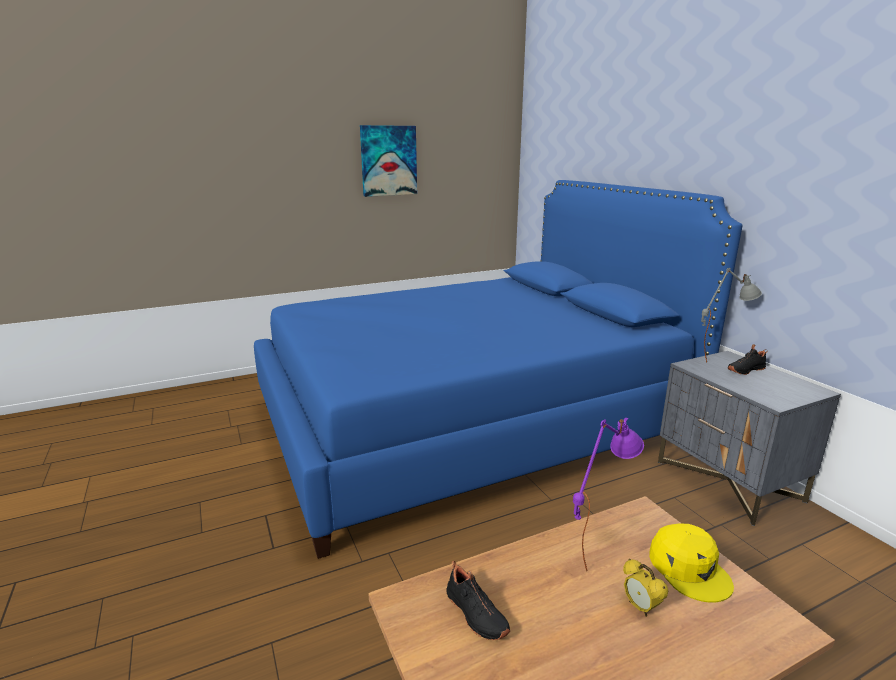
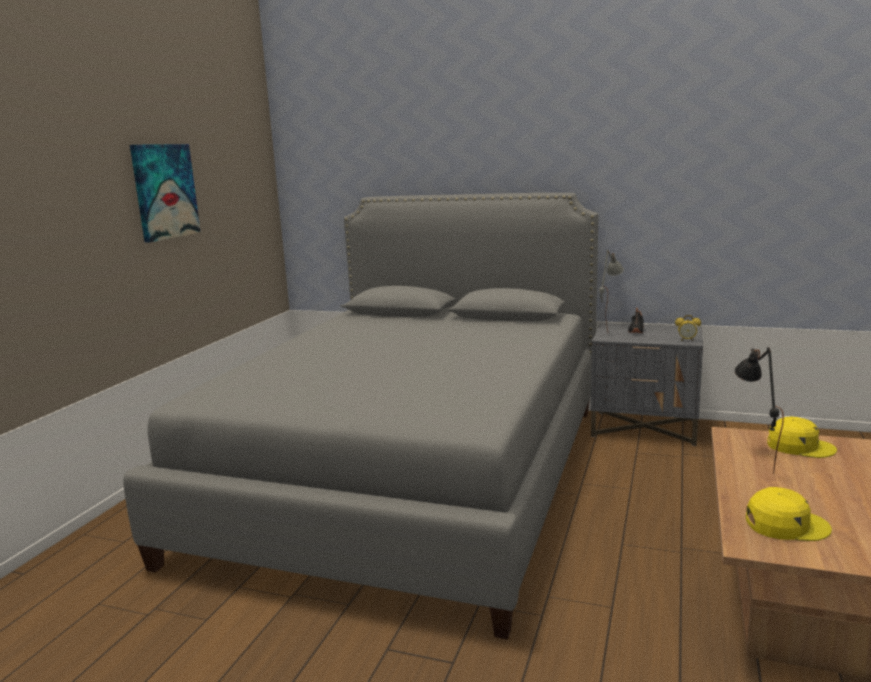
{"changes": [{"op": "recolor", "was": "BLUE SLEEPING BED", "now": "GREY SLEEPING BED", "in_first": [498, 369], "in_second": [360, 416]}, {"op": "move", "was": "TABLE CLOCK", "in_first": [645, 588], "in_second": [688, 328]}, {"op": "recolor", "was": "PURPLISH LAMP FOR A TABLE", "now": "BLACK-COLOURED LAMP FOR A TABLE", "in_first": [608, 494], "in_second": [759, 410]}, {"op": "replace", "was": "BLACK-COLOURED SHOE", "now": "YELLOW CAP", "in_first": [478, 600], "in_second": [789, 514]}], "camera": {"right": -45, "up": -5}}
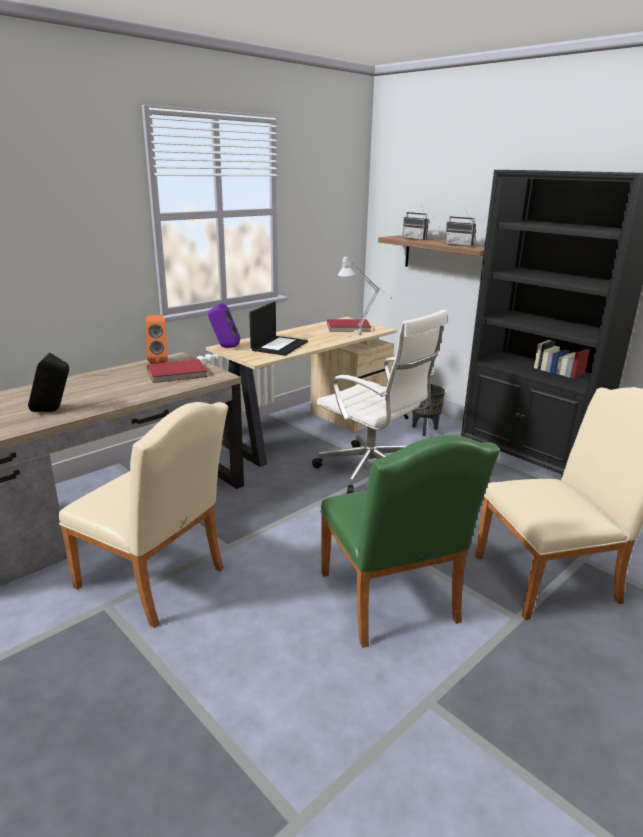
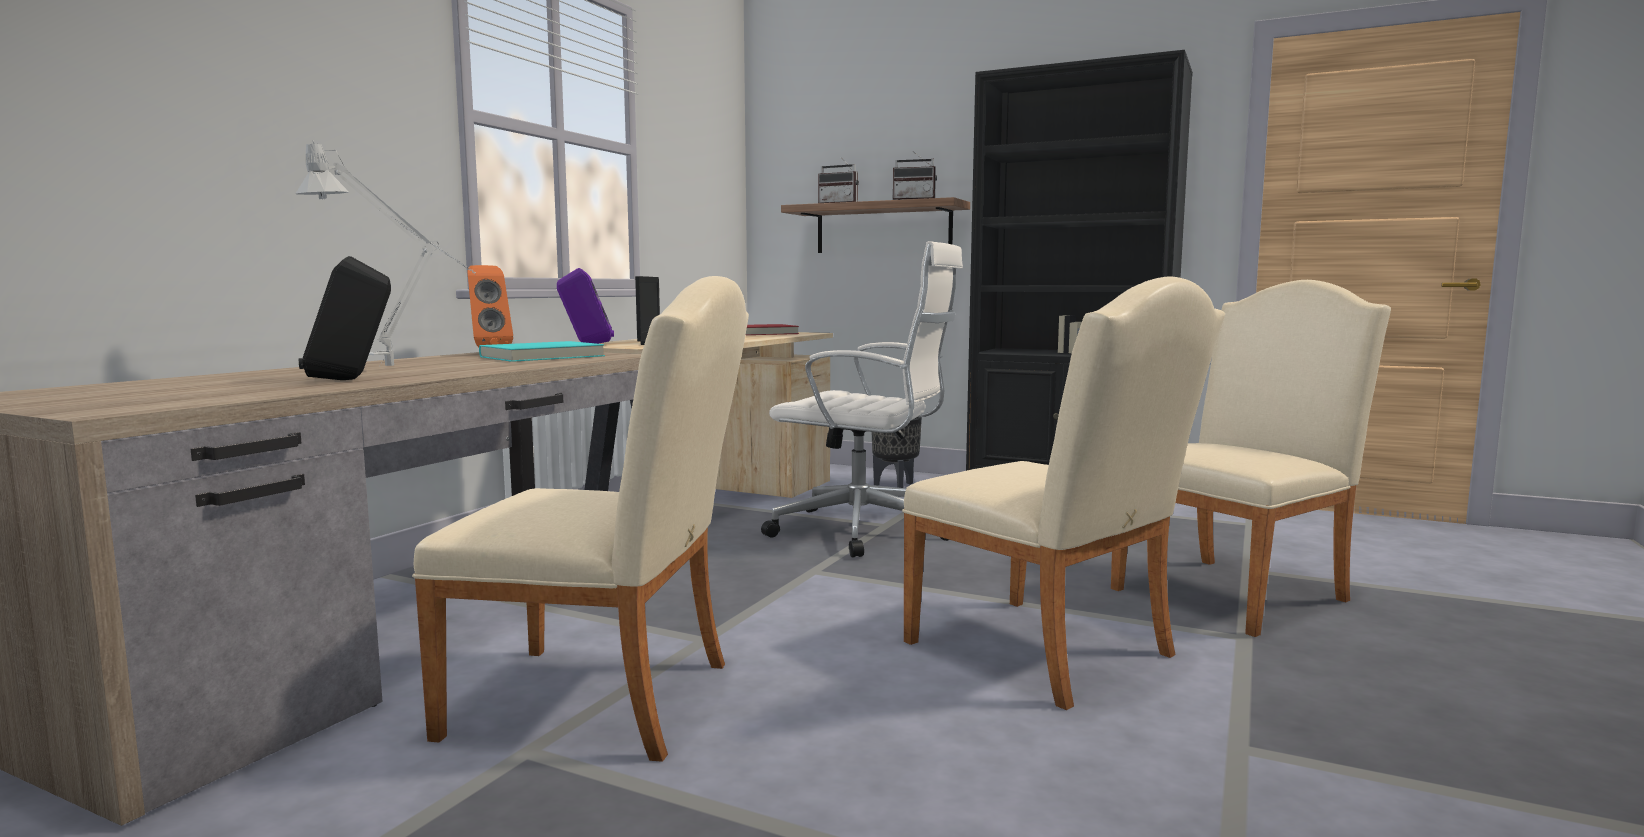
{"changes": [{"op": "move", "was": "GREY LAMP FOR A TABLE", "in_first": [365, 295], "in_second": [386, 253]}, {"op": "recolor", "was": "RED-COLOURED VOLUME", "now": "BLUE-GREEN VOLUME", "in_first": [177, 371], "in_second": [542, 351]}, {"op": "recolor", "was": "GREEN-COLOURED PLAIN CHAIR", "now": "BEIGE-COLOURED PLAIN CHAIR", "in_first": [410, 541], "in_second": [1063, 493]}], "camera": {"right": -20, "up": -15}}
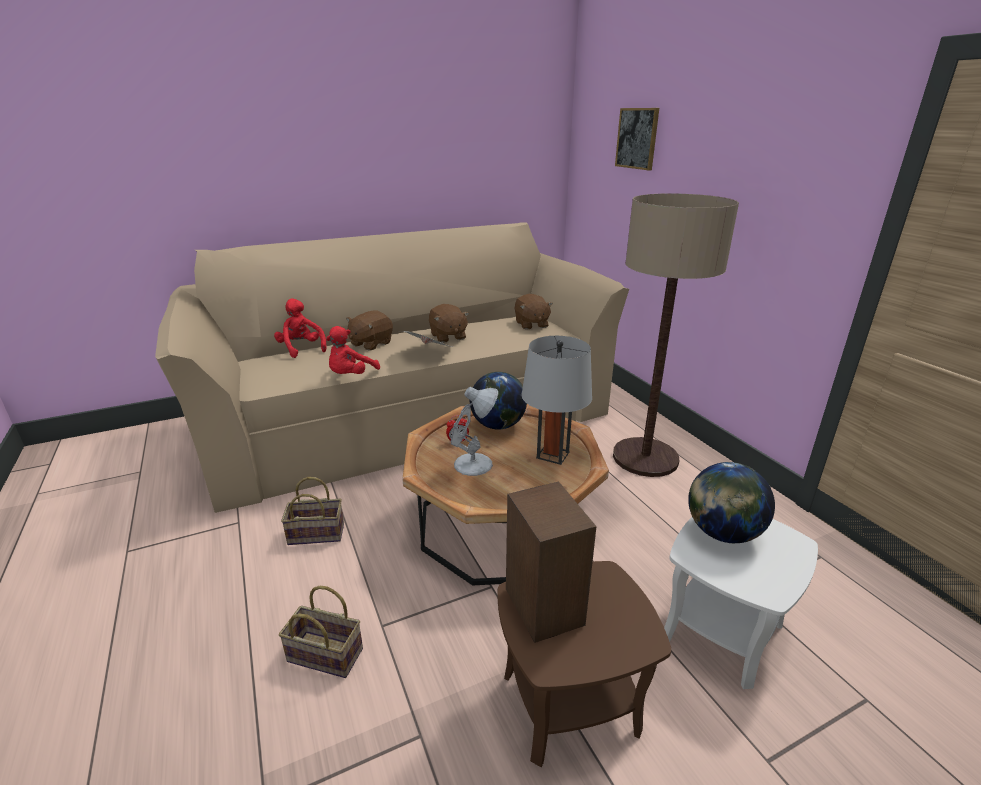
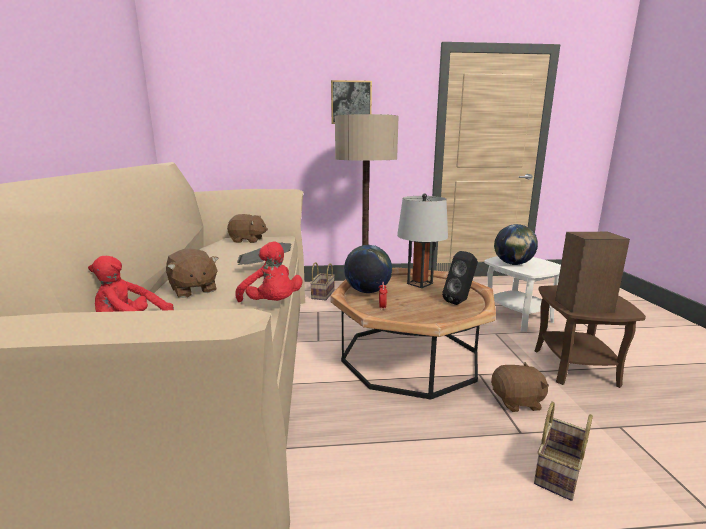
{"changes": [{"op": "move", "was": "HOUSEHOLD BASKET", "in_first": [312, 511], "in_second": [322, 281]}, {"op": "move", "was": "WALL ART", "in_first": [637, 139], "in_second": [351, 102]}, {"op": "insert", "now": "BLACK-COLOURED SPEAKER", "in_second": [460, 278]}, {"op": "move", "was": "BROWN CUDDLY TOY", "in_first": [449, 323], "in_second": [520, 387]}, {"op": "delete", "was": "WHITE LAMP FOR A TABLE", "in_first": [474, 431]}], "camera": {"right": -70, "up": -10}}
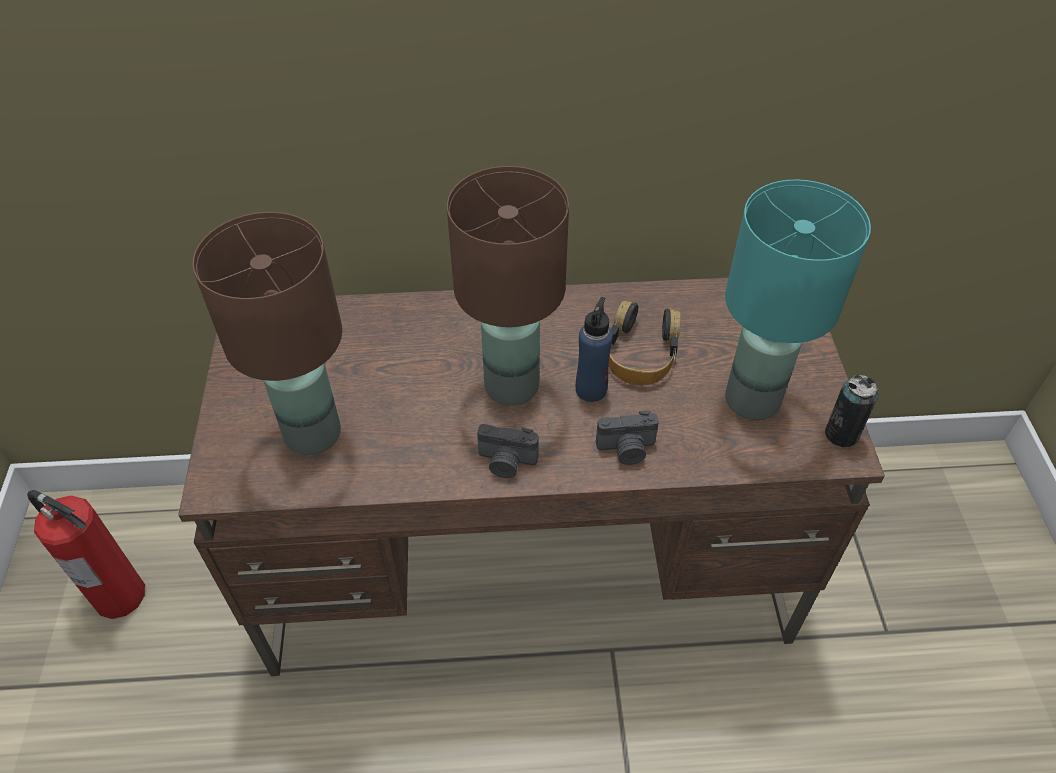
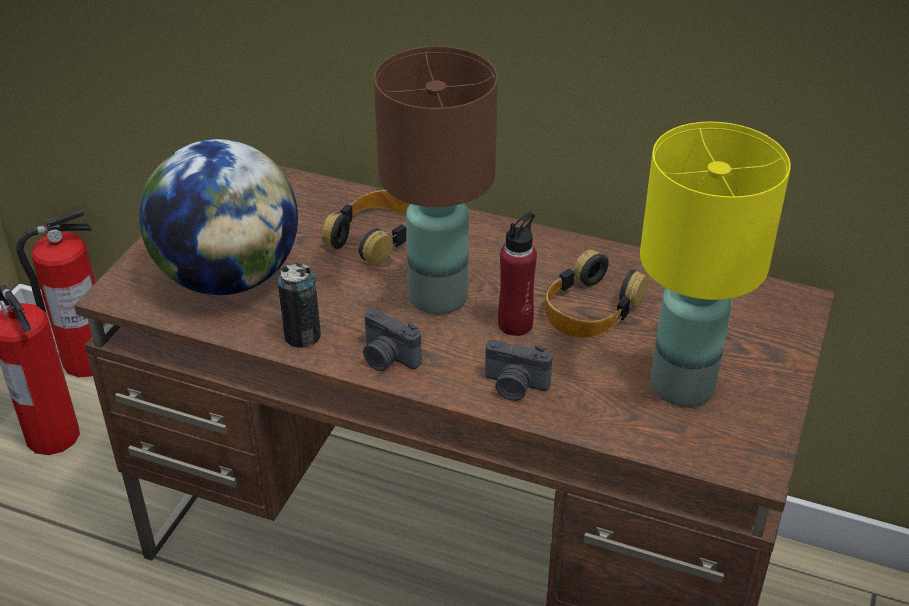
{"changes": [{"op": "insert", "now": "FIRE EXTINGUISHER", "in_second": [60, 293]}, {"op": "replace", "was": "BROWN LAMP FOR A TABLE", "now": "GLOBE", "in_first": [267, 333], "in_second": [218, 217]}, {"op": "move", "was": "METAL CAN", "in_first": [852, 411], "in_second": [299, 305]}, {"op": "insert", "now": "PAIR OF HEADPHONES", "in_second": [366, 227]}, {"op": "recolor", "was": "BLUE DRINK BOTTLE", "now": "RED-COLOURED DRINK BOTTLE", "in_first": [594, 349], "in_second": [517, 274]}, {"op": "recolor", "was": "BLUE-GREEN LAMP FOR A TABLE", "now": "YELLOW LAMP FOR A TABLE", "in_first": [798, 300], "in_second": [715, 264]}], "camera": {"right": 25, "up": -10}}
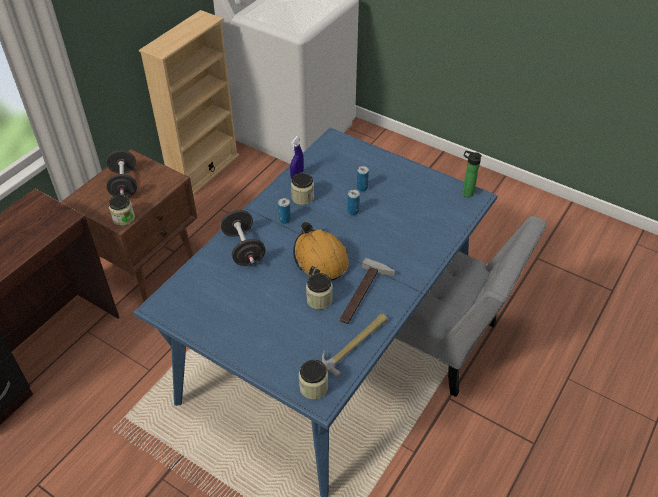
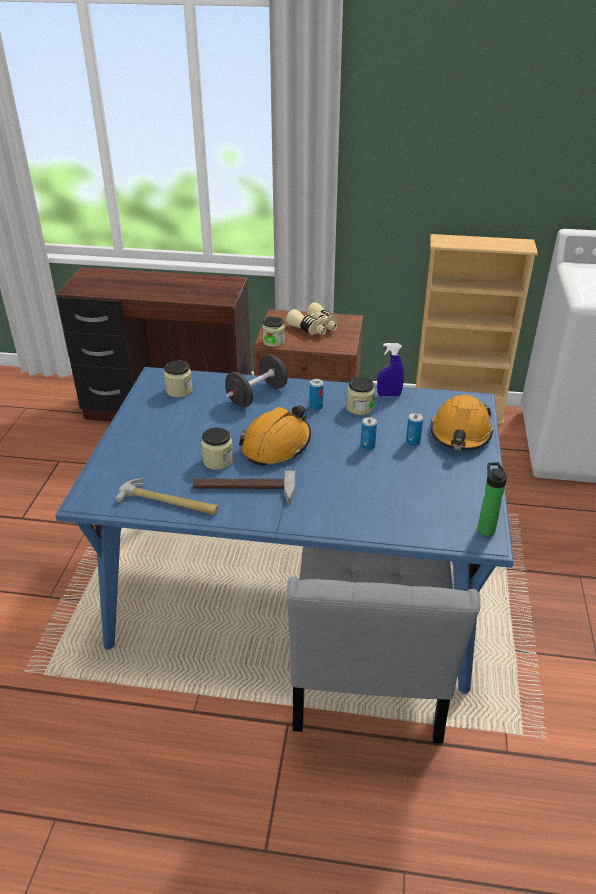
{"changes": [{"op": "move", "was": "STORAGE JAR", "in_first": [313, 379], "in_second": [178, 379]}, {"op": "replace", "was": "BLACK-COLOURED HAND WEIGHT", "now": "BEIGE-COLOURED BINOCULARS", "in_first": [122, 173], "in_second": [312, 318]}, {"op": "insert", "now": "ORANGEY WORK HELMET", "in_second": [461, 422]}], "camera": {"right": 65, "up": -10}}
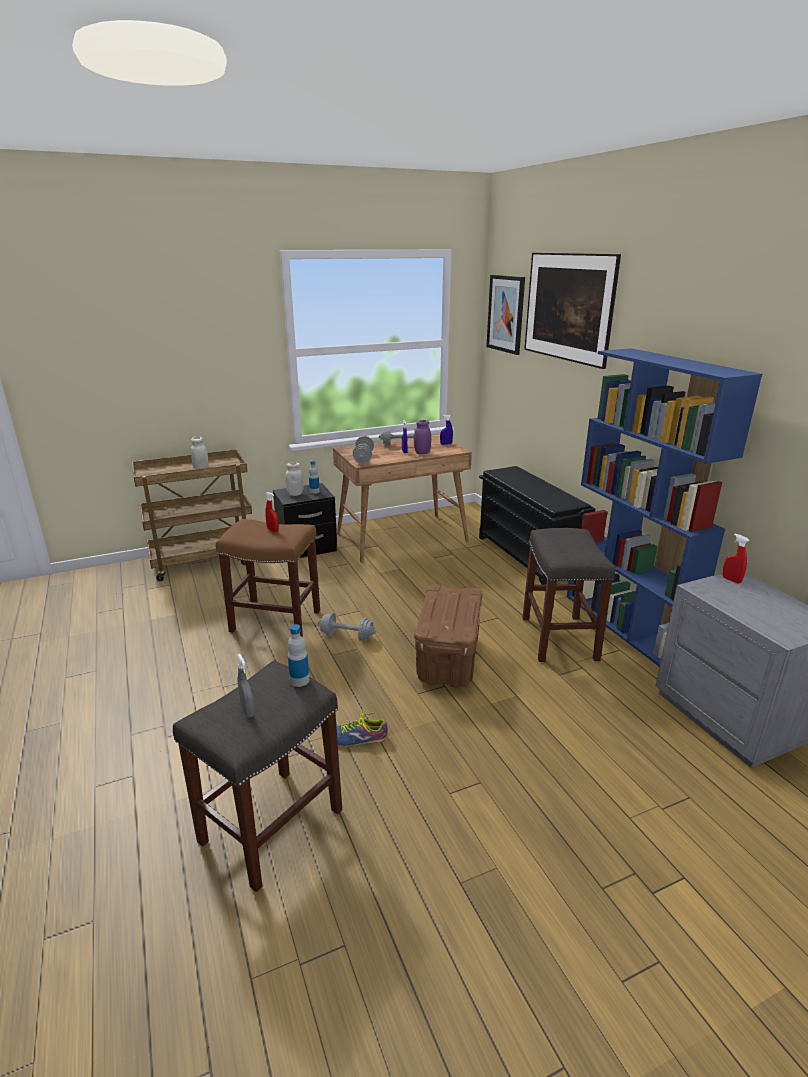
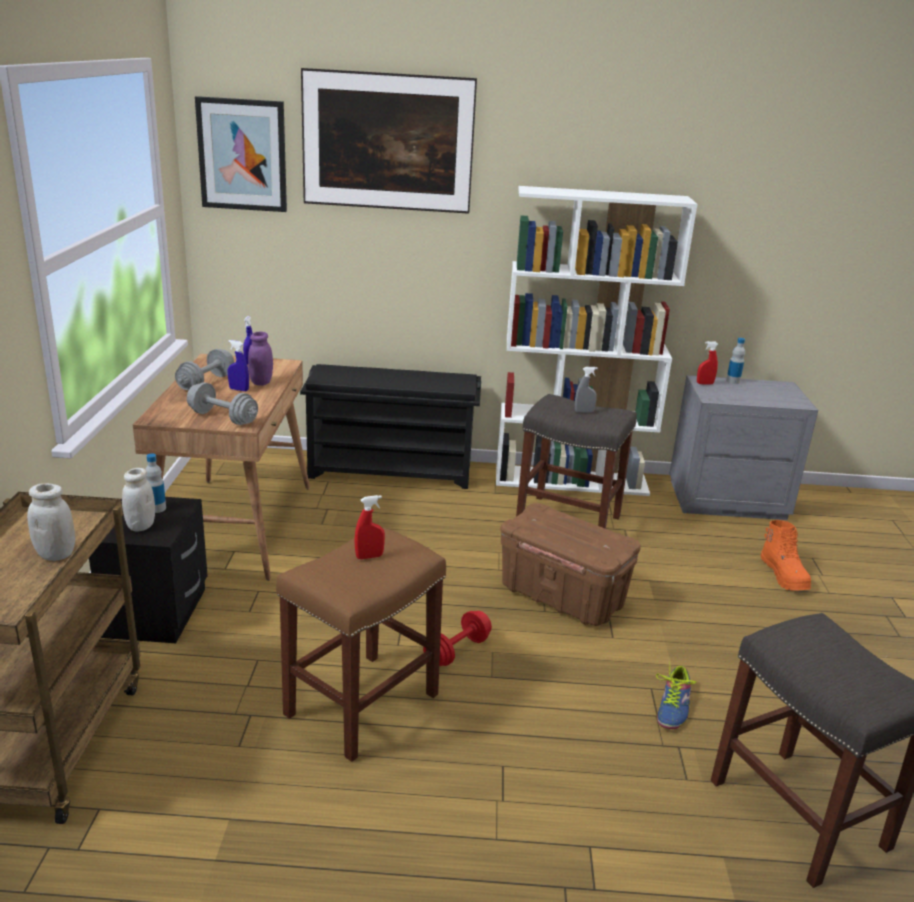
{"changes": [{"op": "recolor", "was": "GREY HAND WEIGHT", "now": "RED-COLOURED HAND WEIGHT", "in_first": [347, 627], "in_second": [457, 638]}, {"op": "recolor", "was": "BLUE SHELVING UNIT", "now": "WHITE SHELVING UNIT", "in_first": [664, 507], "in_second": [597, 341]}, {"op": "move", "was": "GREY SPRAY BOTTLE", "in_first": [246, 685], "in_second": [586, 390]}, {"op": "move", "was": "DRINK BOTTLE", "in_first": [298, 655], "in_second": [735, 361]}, {"op": "insert", "now": "ORANGEY HIGH-TOP BOOT", "in_second": [786, 555]}], "camera": {"right": -65, "up": 0}}
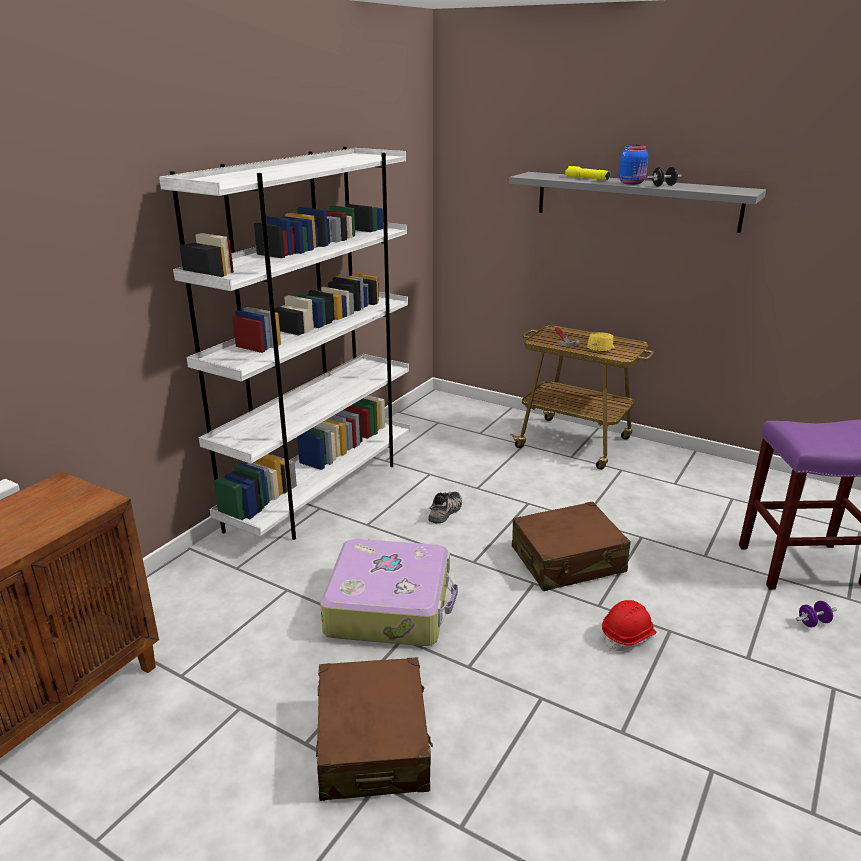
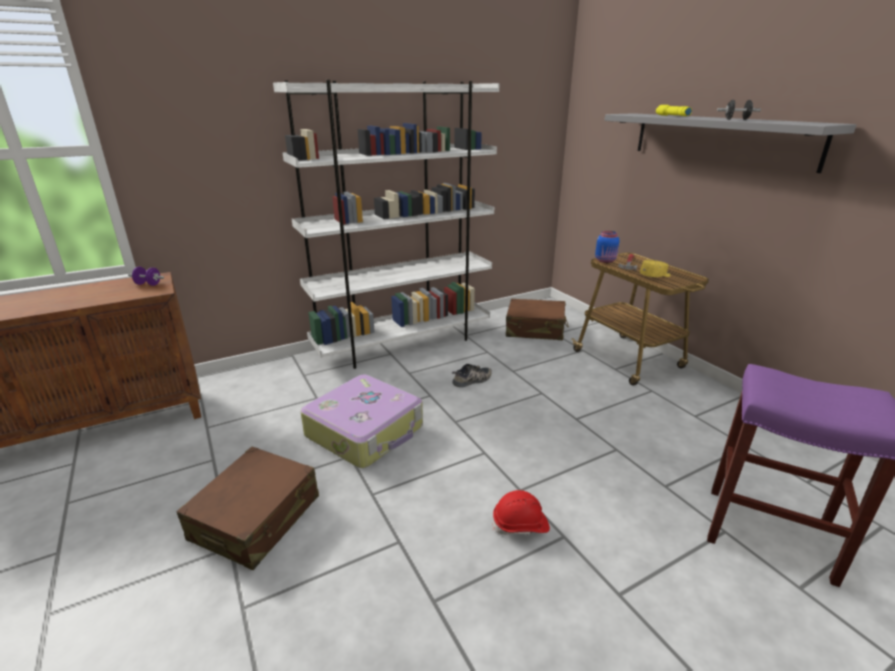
{"changes": [{"op": "move", "was": "PURPLISH HAND WEIGHT", "in_first": [816, 614], "in_second": [146, 276]}, {"op": "move", "was": "BROWN TRAVEL CASE", "in_first": [571, 546], "in_second": [537, 319]}, {"op": "move", "was": "BLUE STORAGE JAR", "in_first": [633, 165], "in_second": [607, 247]}], "camera": {"right": 30, "up": 0}}
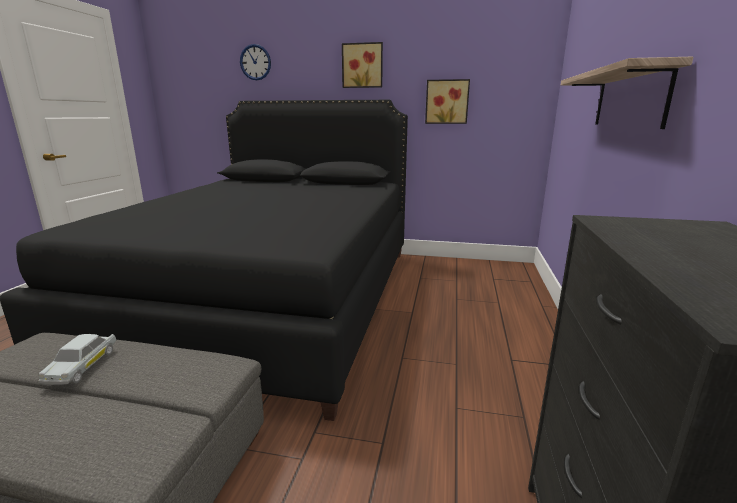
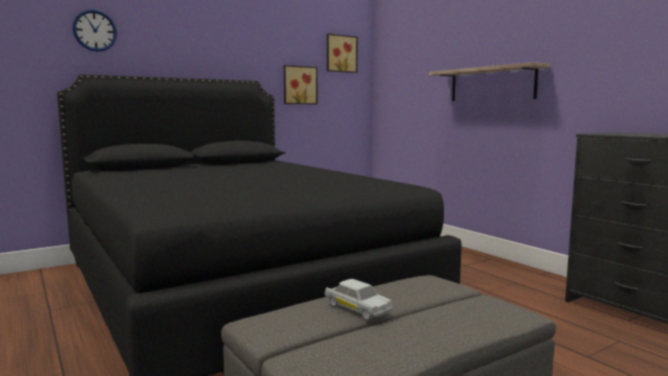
{"changes": [{"op": "move", "was": "WALL ART", "in_first": [362, 65], "in_second": [342, 53]}], "camera": {"right": -45, "up": -10}}
